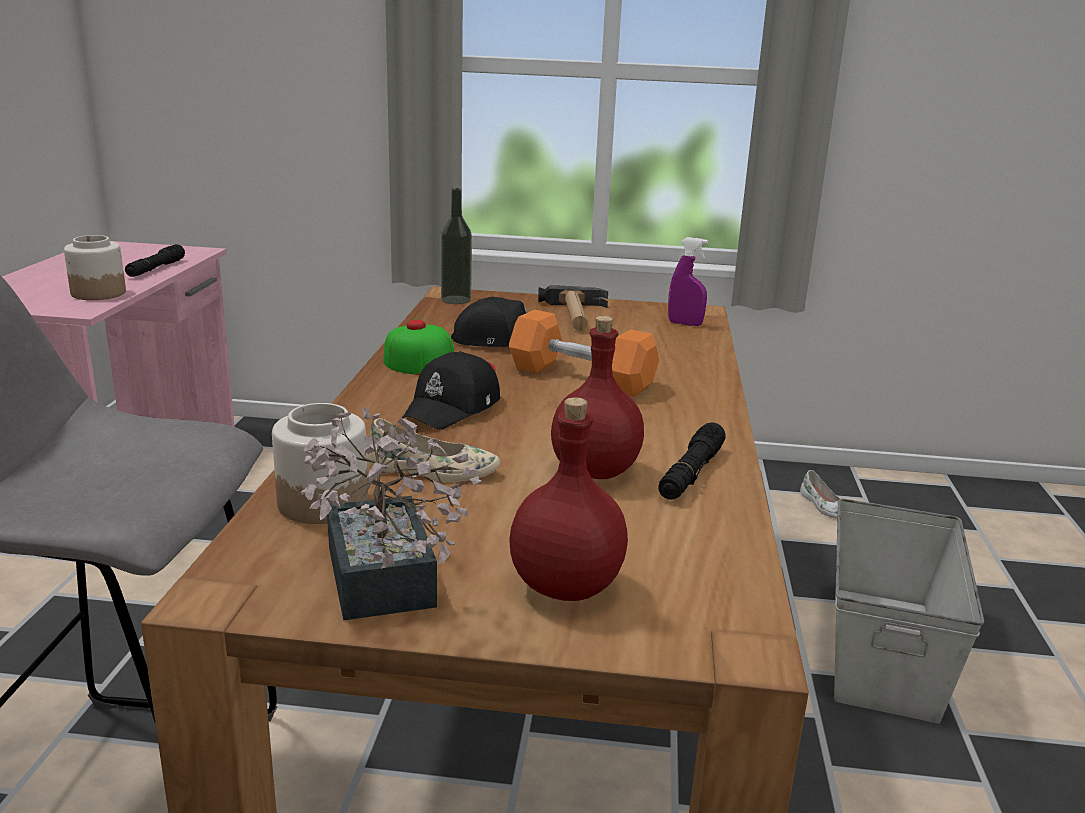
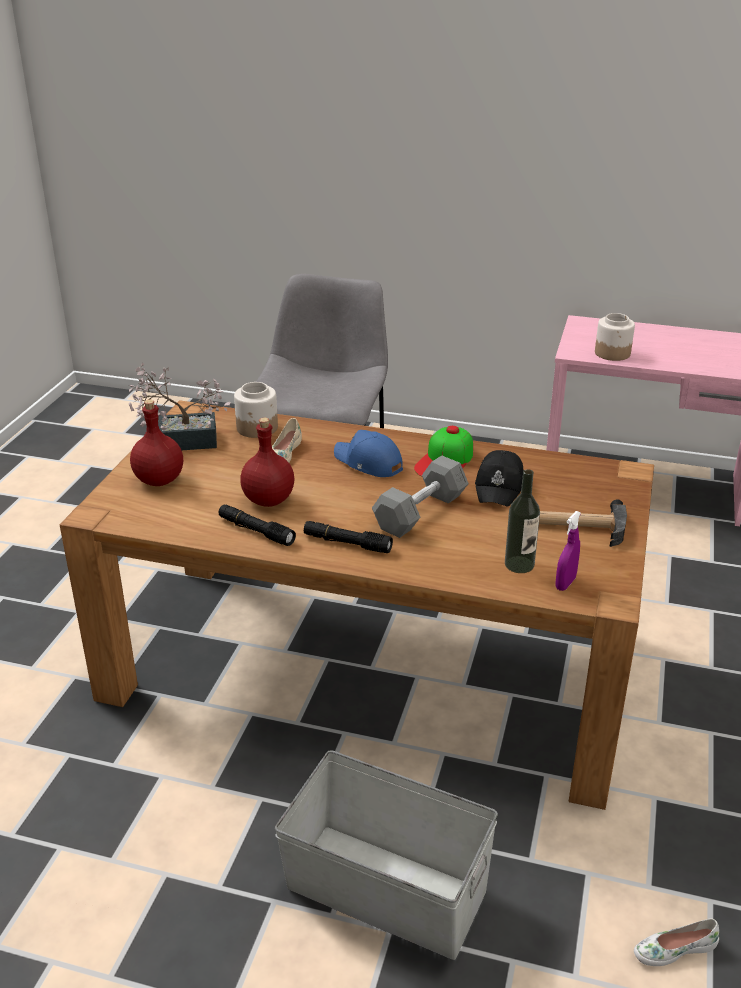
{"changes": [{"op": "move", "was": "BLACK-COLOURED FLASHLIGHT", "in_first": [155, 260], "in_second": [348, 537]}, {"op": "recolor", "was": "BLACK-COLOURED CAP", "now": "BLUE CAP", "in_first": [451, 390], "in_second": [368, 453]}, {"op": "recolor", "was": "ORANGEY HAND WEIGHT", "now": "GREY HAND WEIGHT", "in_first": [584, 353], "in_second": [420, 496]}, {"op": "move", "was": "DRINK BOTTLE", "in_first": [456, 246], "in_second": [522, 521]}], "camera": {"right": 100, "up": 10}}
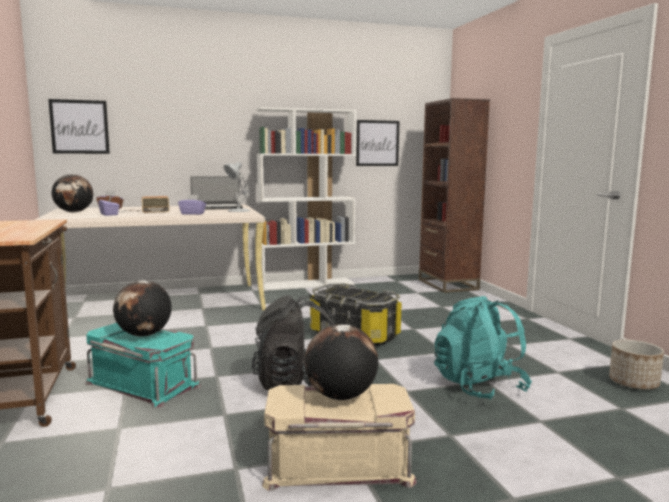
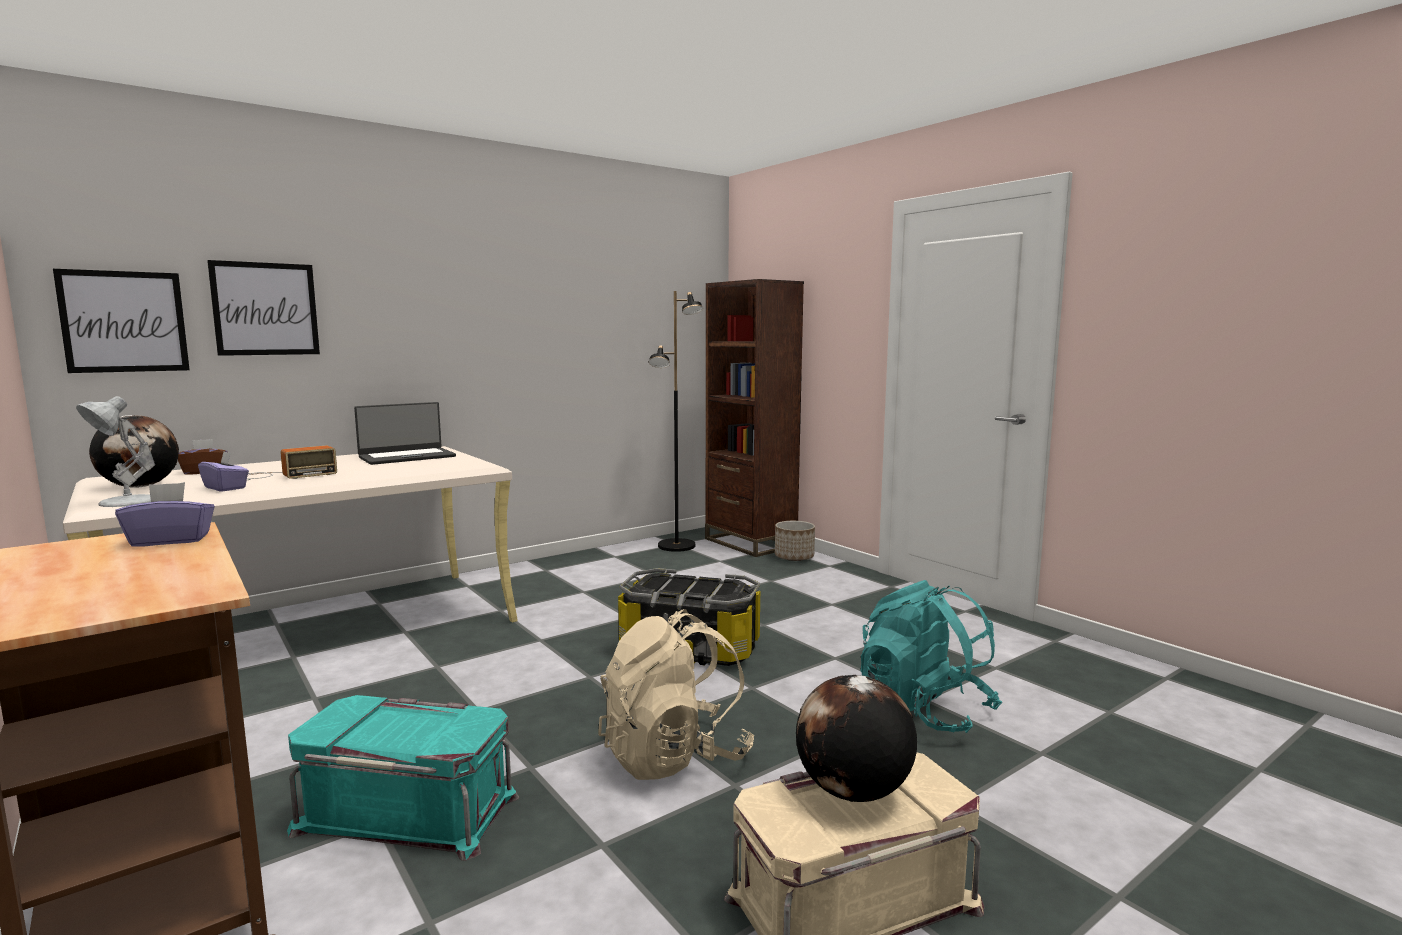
{"changes": [{"op": "move", "was": "WHITE LAMP FOR A TABLE", "in_first": [237, 187], "in_second": [115, 451]}, {"op": "move", "was": "PURPLISH TISSUE HOLDER", "in_first": [192, 205], "in_second": [165, 514]}, {"op": "move", "was": "WALL ART", "in_first": [377, 143], "in_second": [263, 308]}, {"op": "recolor", "was": "BLACK-COLOURED BACKPACK", "now": "BEIGE-COLOURED BACKPACK", "in_first": [294, 342], "in_second": [676, 694]}, {"op": "insert", "now": "BLACK-COLOURED FLOOR LAMP", "in_second": [676, 421]}, {"op": "move", "was": "PLANTER", "in_first": [636, 365], "in_second": [795, 541]}, {"op": "delete", "was": "GLOBE", "in_first": [142, 308]}, {"op": "delete", "was": "WHITE SHELVING UNIT", "in_first": [306, 199]}], "camera": {"right": -20, "up": 0}}
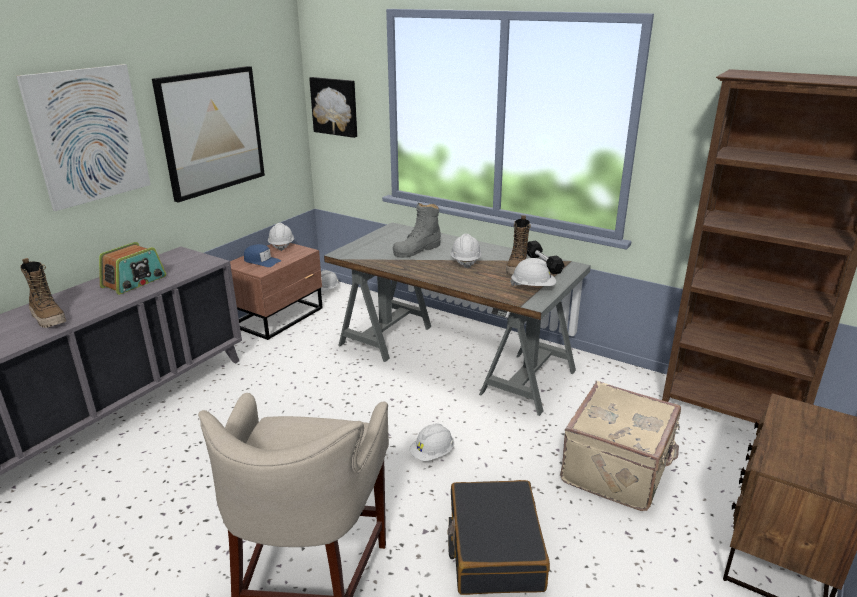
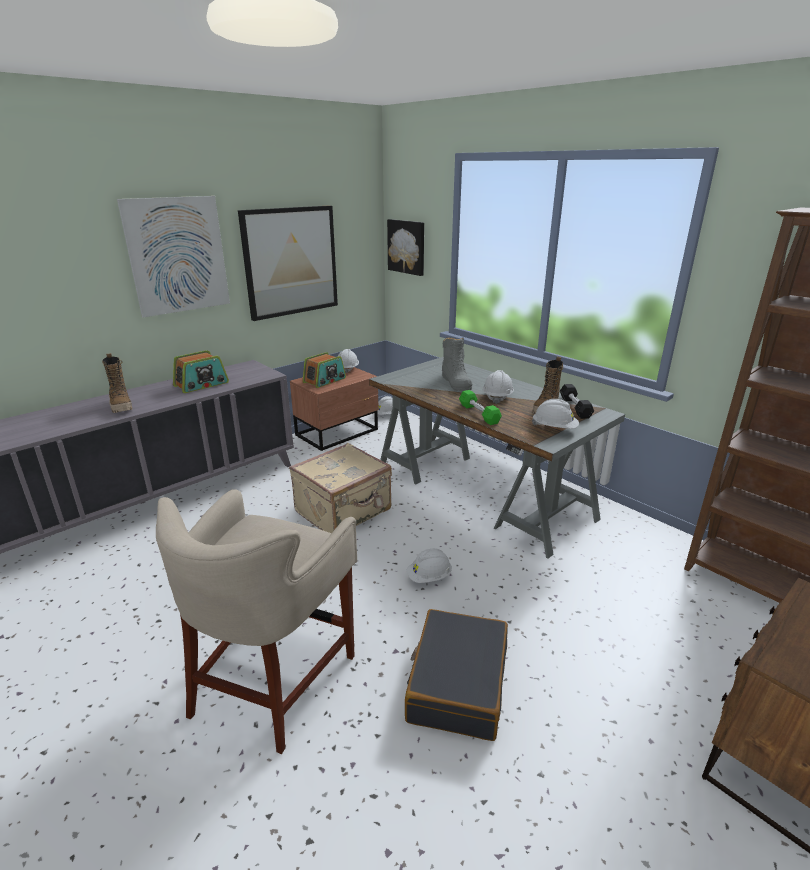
{"changes": [{"op": "move", "was": "BEIGE-COLOURED TRAVEL CASE", "in_first": [620, 446], "in_second": [340, 488]}, {"op": "replace", "was": "BLUE CAP", "now": "RADIO SET", "in_first": [262, 255], "in_second": [324, 370]}, {"op": "rotate", "was": "GREY HIGH-TOP BOOT", "in_first": [417, 230], "in_second": [457, 364], "clockwise": -75}, {"op": "insert", "now": "GREEN-COLOURED HAND WEIGHT", "in_second": [480, 407]}], "camera": {"right": 15, "up": 0}}
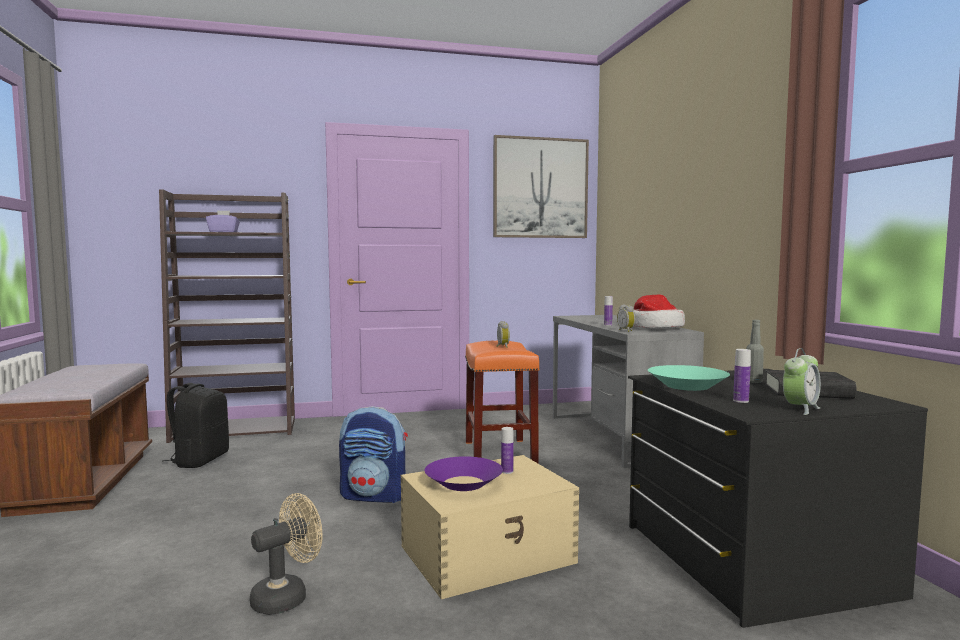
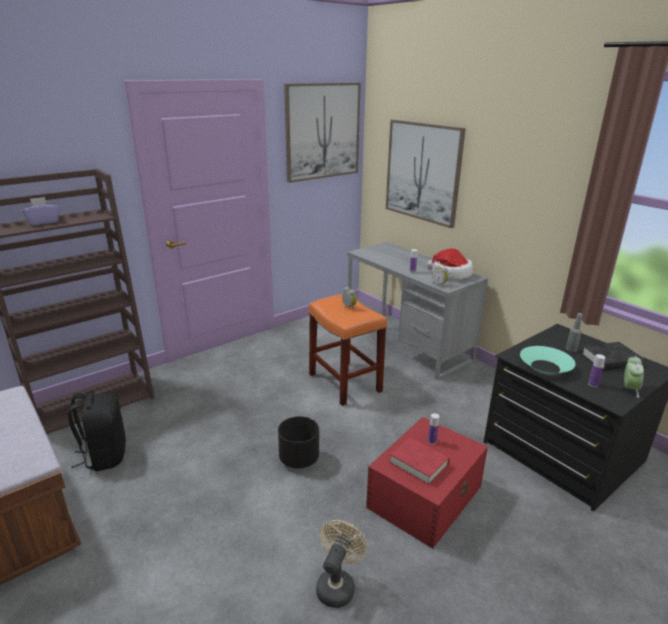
{"changes": [{"op": "replace", "was": "BACKPACK", "now": "BLACK-COLOURED PLANTER", "in_first": [373, 454], "in_second": [298, 442]}, {"op": "recolor", "was": "BEIGE-COLOURED STORAGE BOX", "now": "RED-COLOURED STORAGE BOX", "in_first": [490, 527], "in_second": [427, 483]}, {"op": "insert", "now": "WALL ART", "in_second": [426, 174]}, {"op": "replace", "was": "PURPLISH SERVING BOWL", "now": "RED-COLOURED VOLUME", "in_first": [464, 473], "in_second": [419, 461]}], "camera": {"right": -25, "up": 20}}
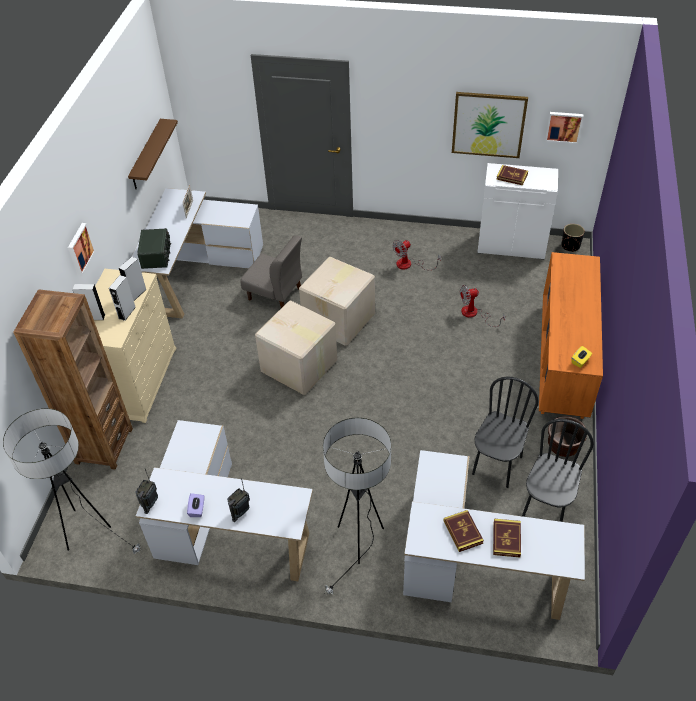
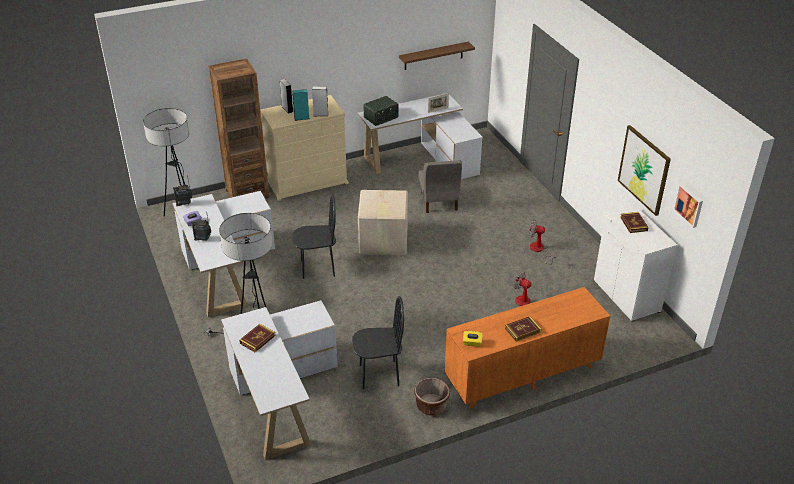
{"changes": [{"op": "recolor", "was": "GREY SPEAKER", "now": "BLUE-GREEN SPEAKER", "in_first": [122, 298], "in_second": [301, 105]}, {"op": "move", "was": "BLACK-COLOURED PLAIN CHAIR", "in_first": [558, 470], "in_second": [314, 237]}, {"op": "move", "was": "VOLUME", "in_first": [507, 538], "in_second": [523, 329]}, {"op": "delete", "was": "WALL ART", "in_first": [81, 249]}, {"op": "delete", "was": "PACKING BOX", "in_first": [337, 301]}, {"op": "delete", "was": "BLACK-COLOURED PLANTER", "in_first": [573, 238]}], "camera": {"right": 55, "up": -10}}
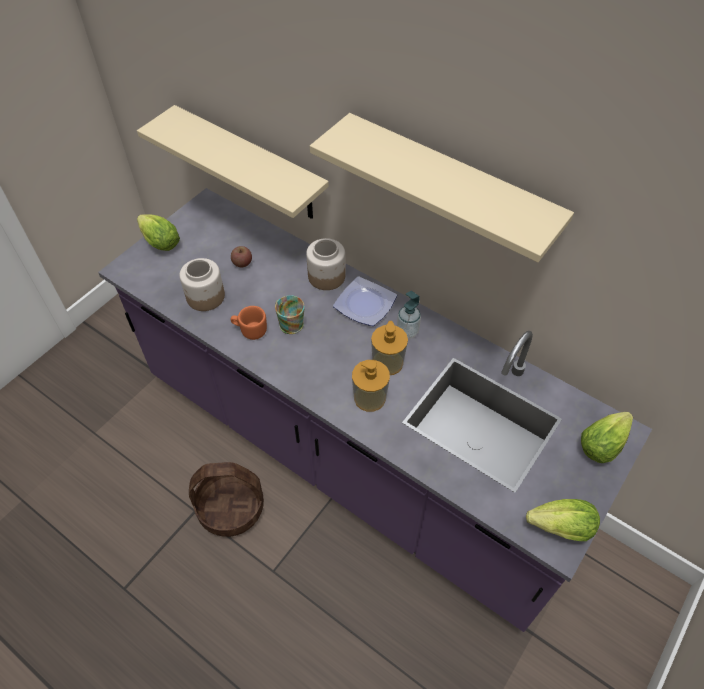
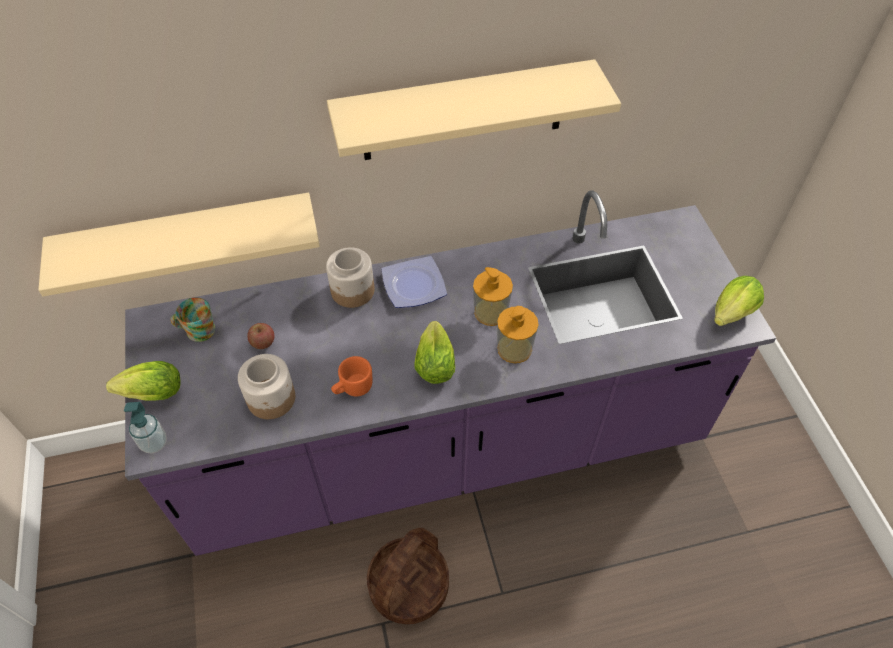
{"changes": [{"op": "move", "was": "LIQUID SOAP BOTTLE", "in_first": [409, 315], "in_second": [145, 428]}, {"op": "move", "was": "MUG", "in_first": [290, 314], "in_second": [192, 319]}, {"op": "move", "was": "LETTUCE HEAD", "in_first": [607, 437], "in_second": [434, 352]}], "camera": {"right": -50, "up": 0}}
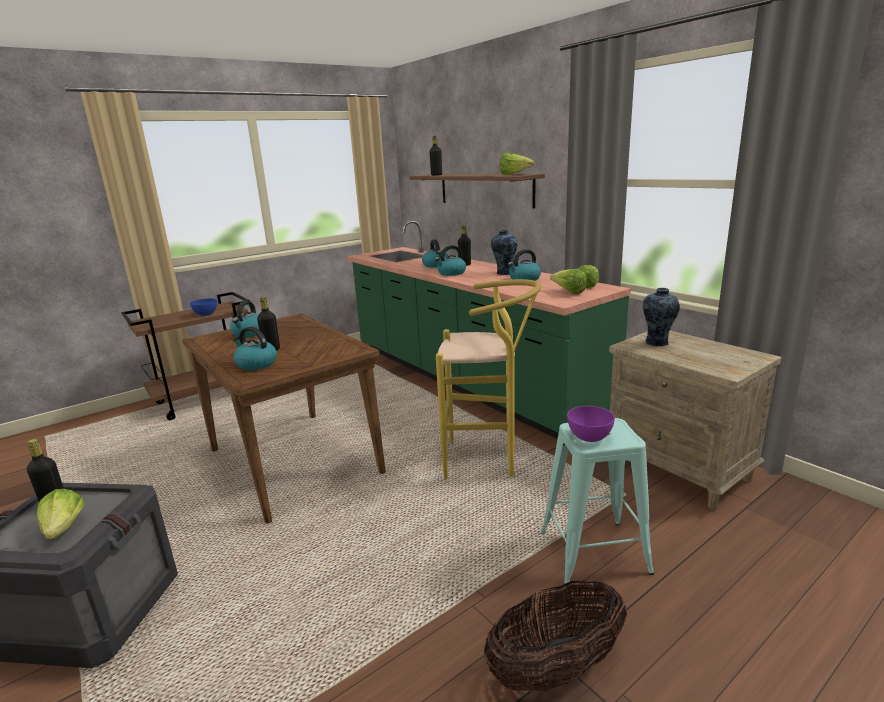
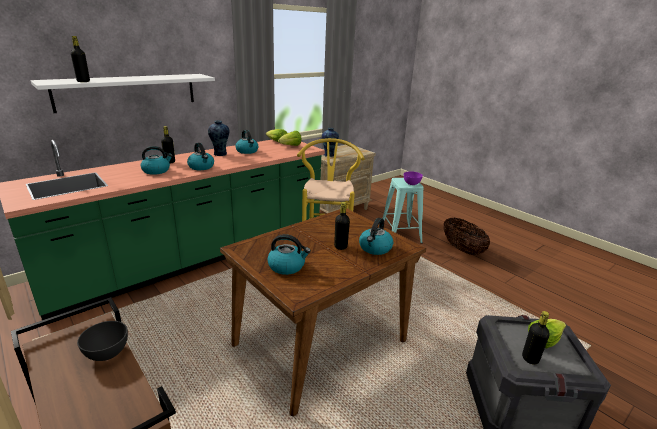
{"changes": [{"op": "recolor", "was": "BROWN SHELF", "now": "WHITE SHELF", "in_first": [477, 191], "in_second": [123, 93]}, {"op": "recolor", "was": "BLUE SERVING BOWL", "now": "GREY SERVING BOWL", "in_first": [203, 307], "in_second": [102, 341]}, {"op": "delete", "was": "LETTUCE HEAD", "in_first": [517, 164]}], "camera": {"right": -95, "up": 5}}
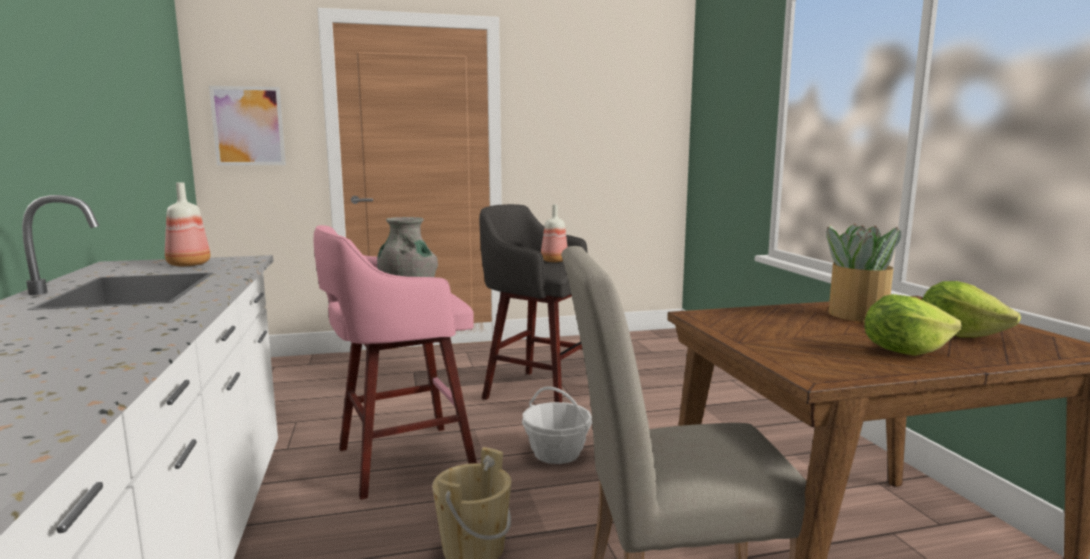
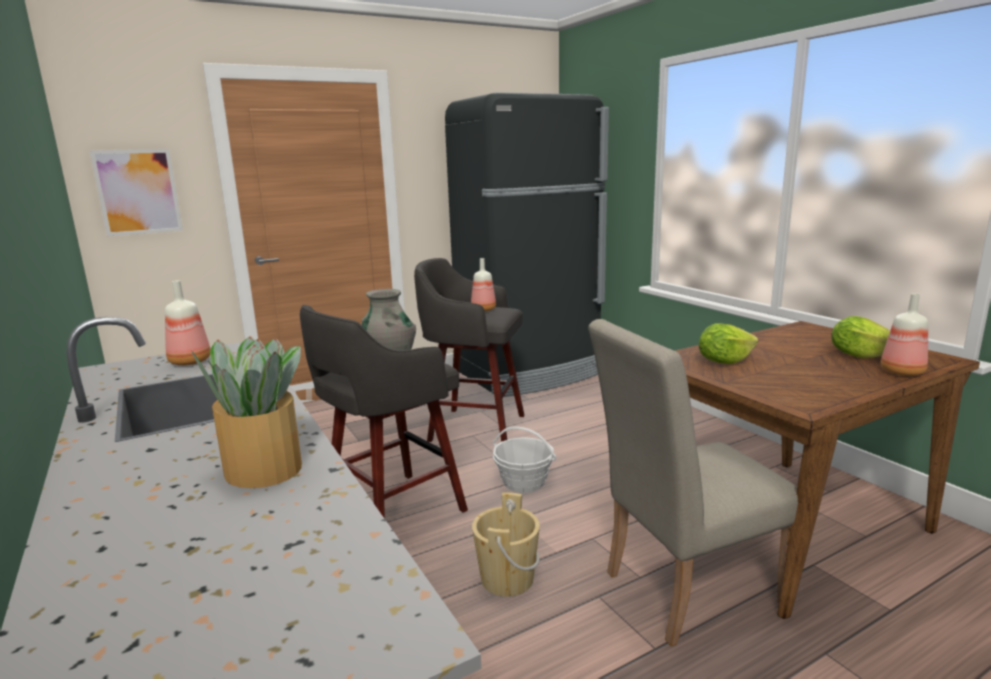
{"changes": [{"op": "move", "was": "POTTED PLANT", "in_first": [863, 273], "in_second": [247, 412]}, {"op": "recolor", "was": "PINK-COLOURED STOOL SEAT", "now": "GREY STOOL SEAT", "in_first": [395, 362], "in_second": [384, 412]}, {"op": "insert", "now": "BLACK-COLOURED REFRIGERATOR", "in_second": [527, 244]}, {"op": "move", "was": "LETTUCE HEAD", "in_first": [913, 325], "in_second": [728, 343]}, {"op": "insert", "now": "DRINK BOTTLE", "in_second": [904, 334]}], "camera": {"right": -15, "up": 5}}
